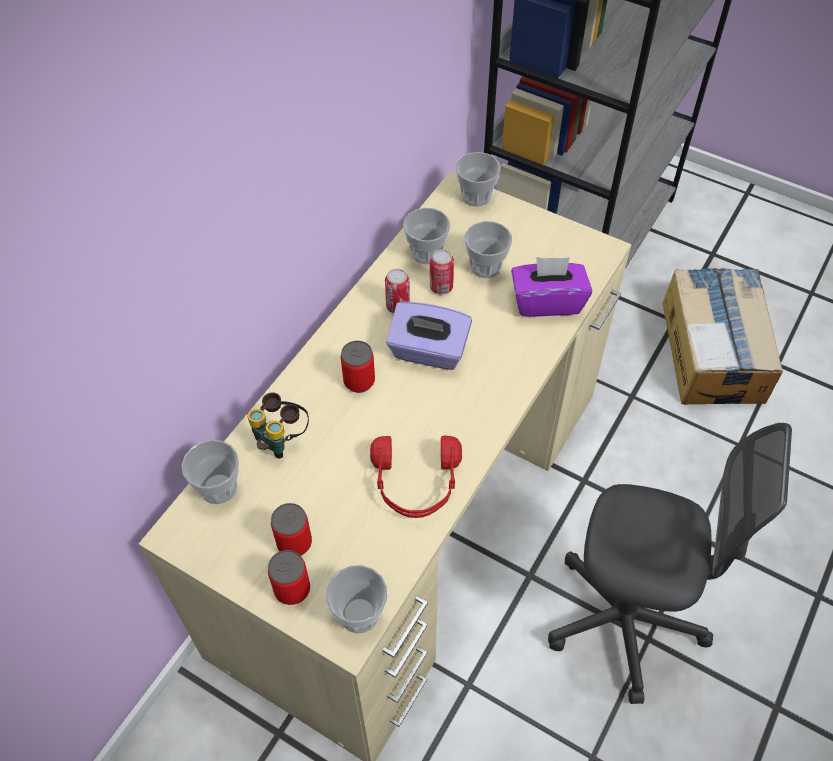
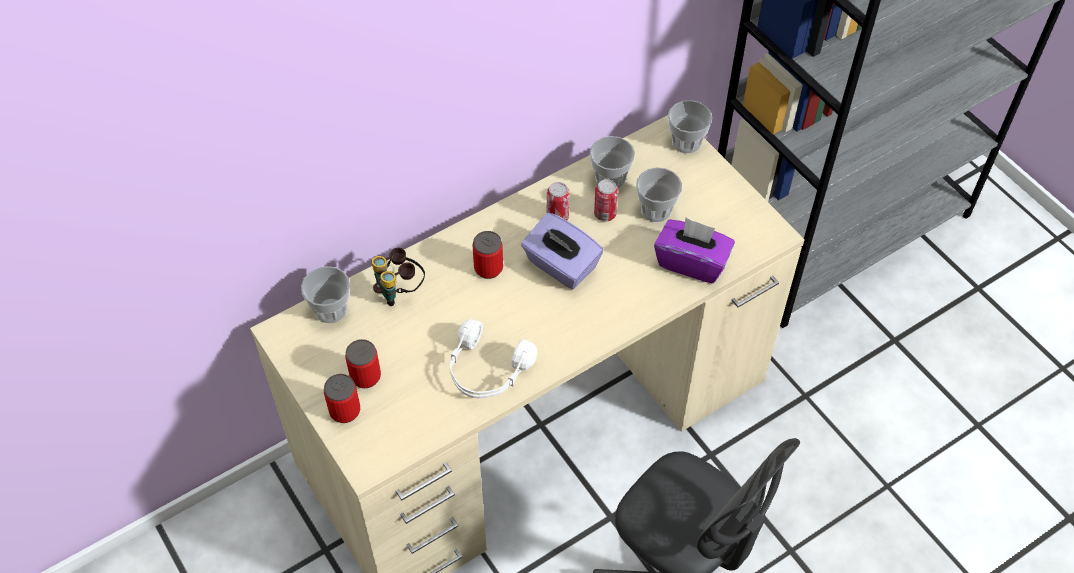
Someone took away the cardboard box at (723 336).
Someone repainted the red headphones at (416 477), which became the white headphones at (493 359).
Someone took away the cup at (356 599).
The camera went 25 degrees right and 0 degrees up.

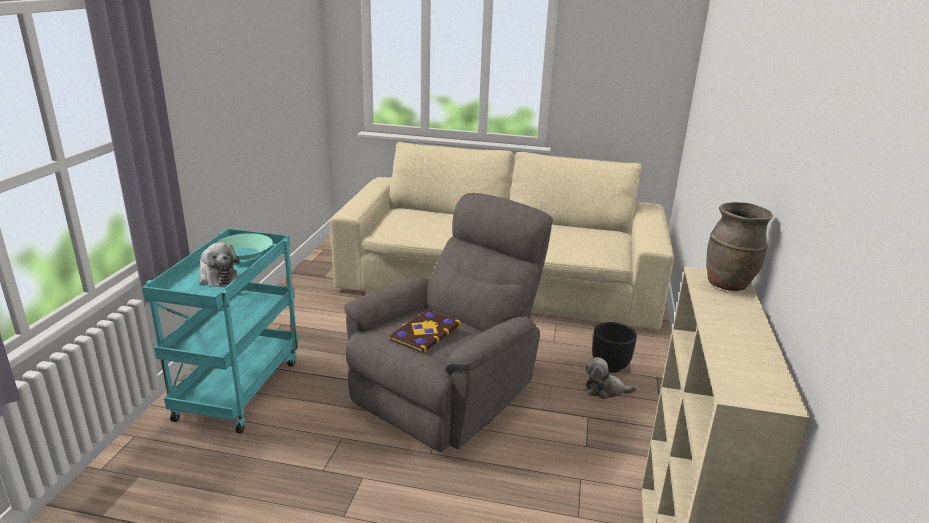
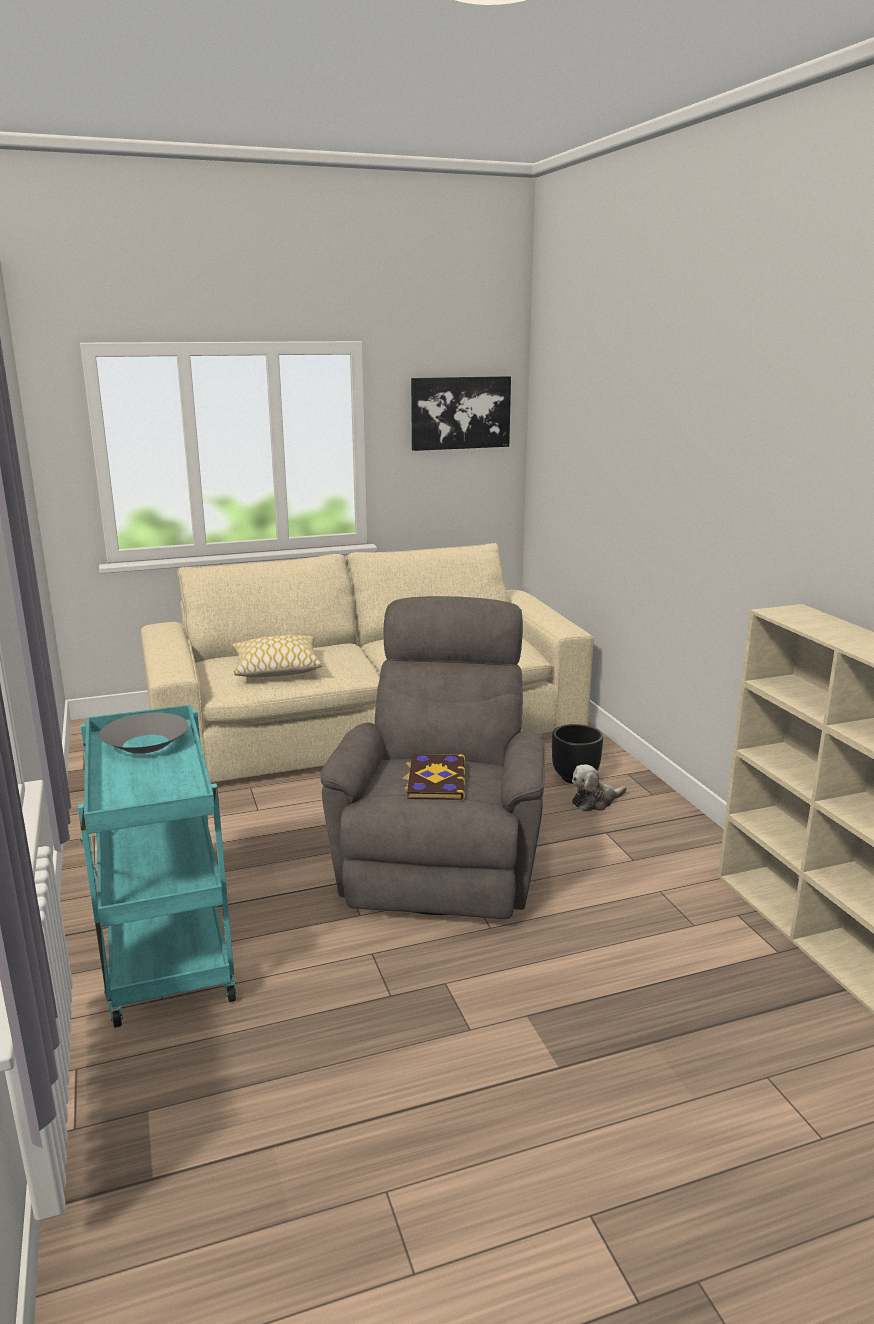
Someone took away the brown vase at (739 246).
Someone repainted the turquoise bowl at (244 246), which became the grey bowl at (143 733).
Someone took away the plush toy at (219 264).
Someone put up the picture at (461 413).
Someone put down the pillow at (277 656).
The camera went 30 degrees left and 5 degrees down.

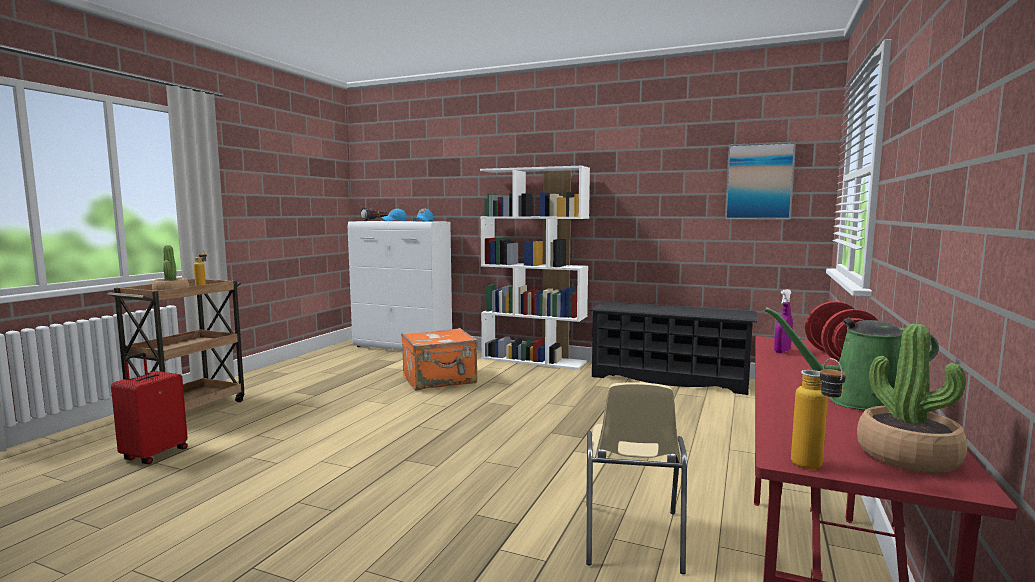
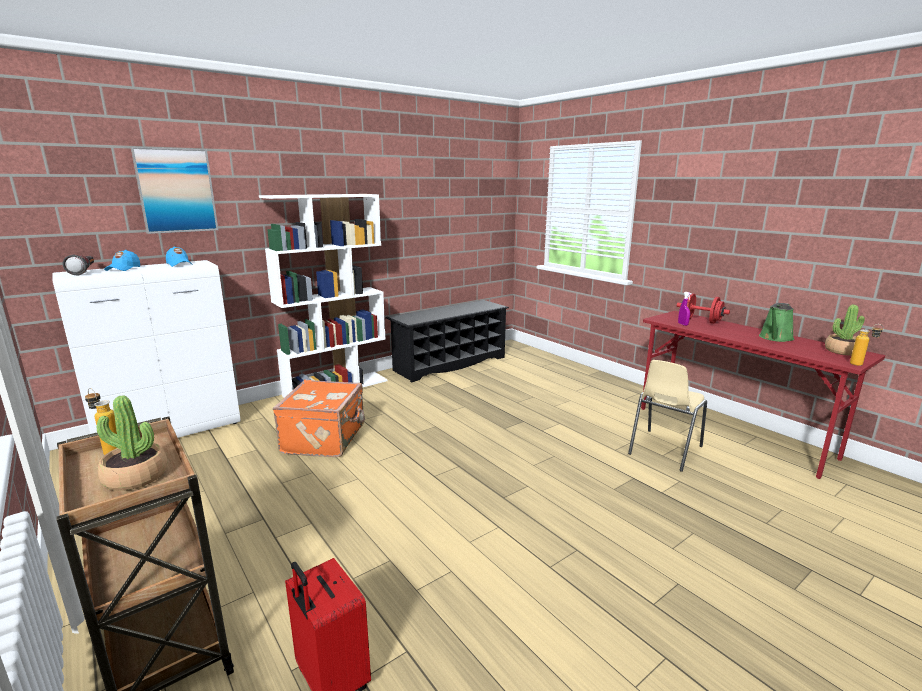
Someone carried the picture from (760 181) to (174 190).
Someone rotated the beige chair at (636 478) by 90 degrees clockwise.
The camera went 60 degrees left and 10 degrees up.

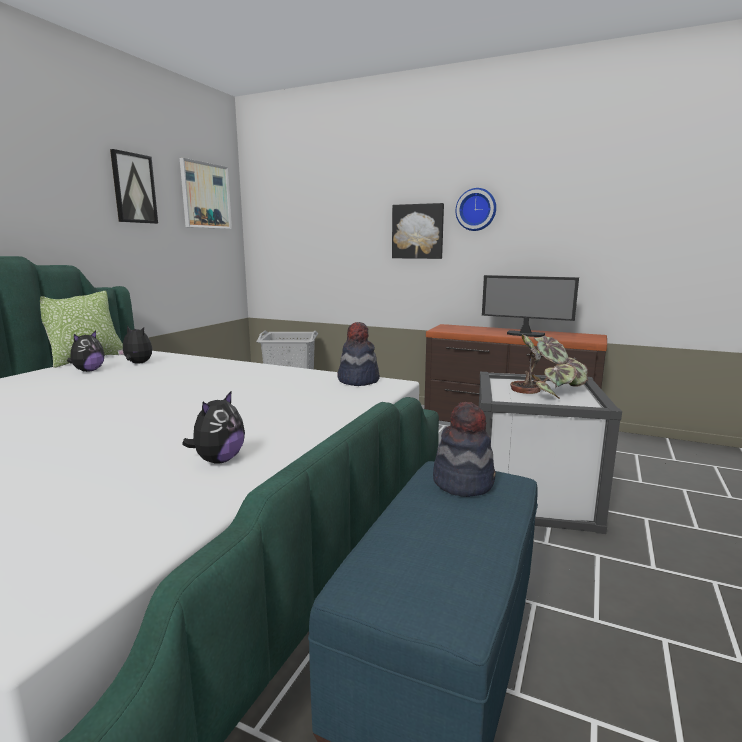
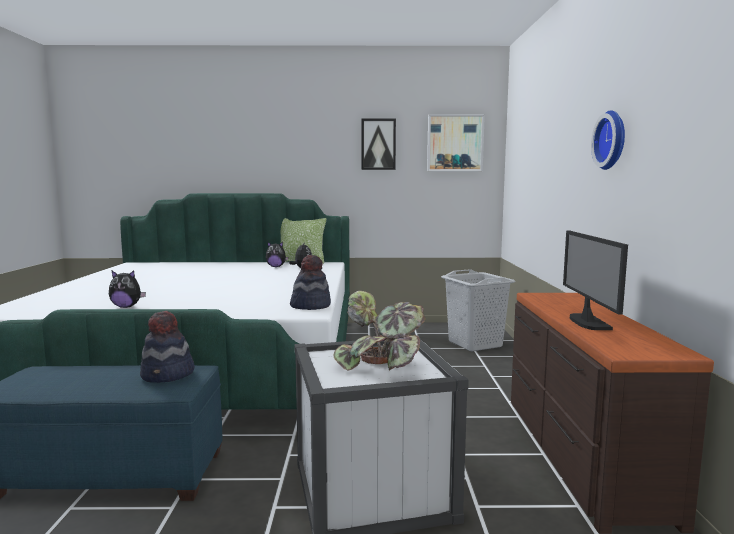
Someone took away the picture at (418 231).
The camera went 65 degrees right and 5 degrees down.

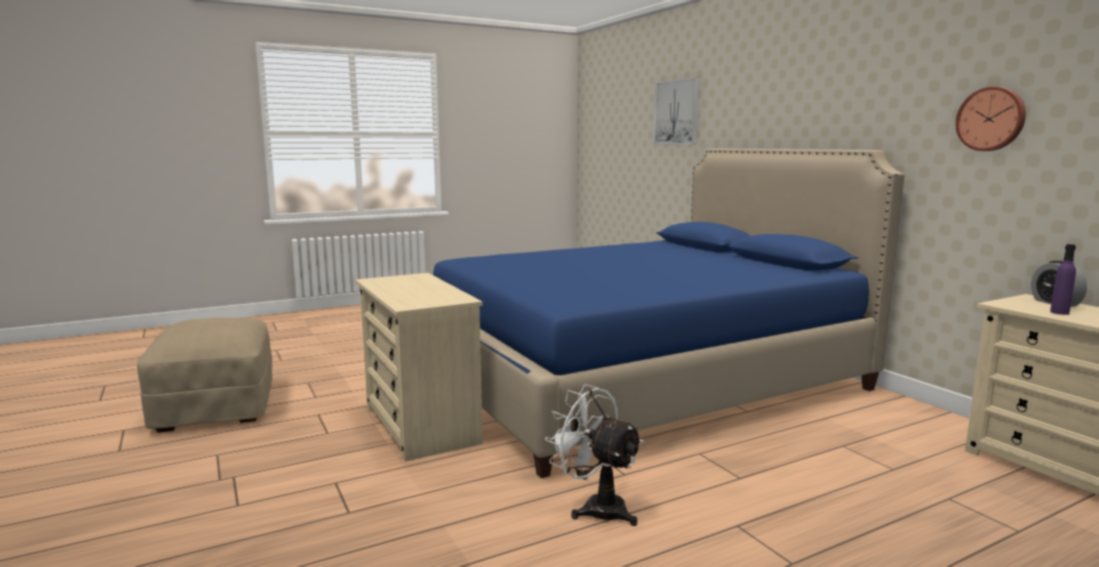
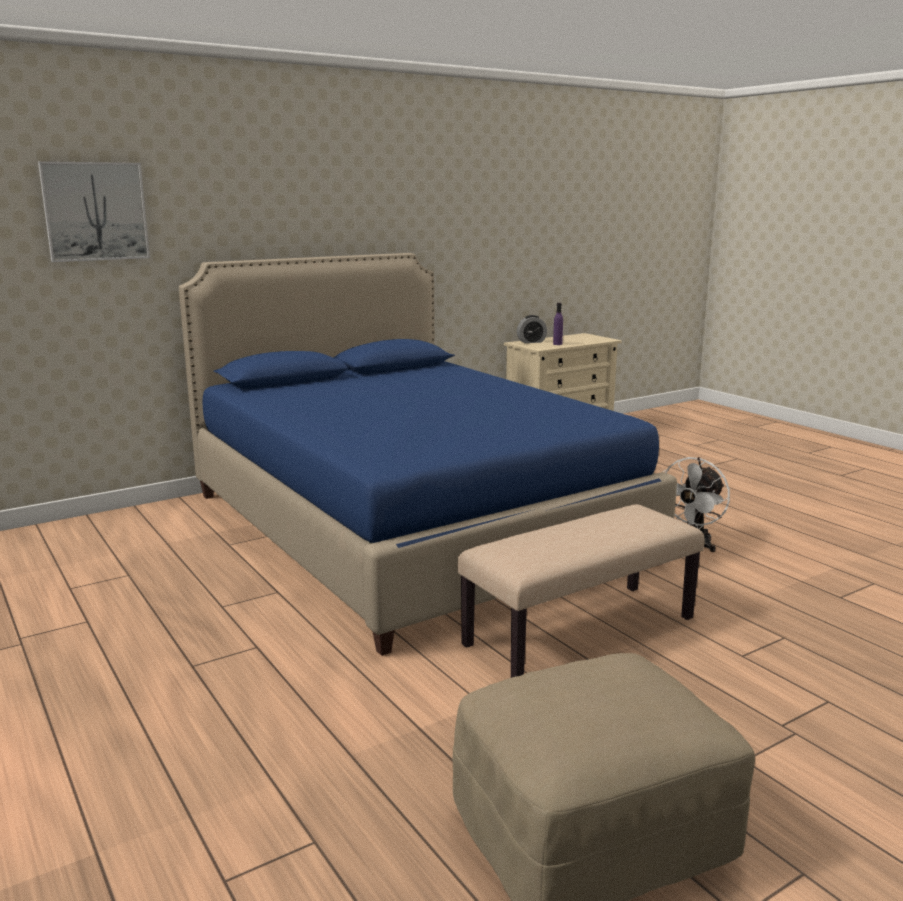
Someone took away the wall clock at (991 119).
Someone swapped the beige dresser at (419 367) for the beige bench at (580 591).
The camera went 95 degrees left and 5 degrees up.

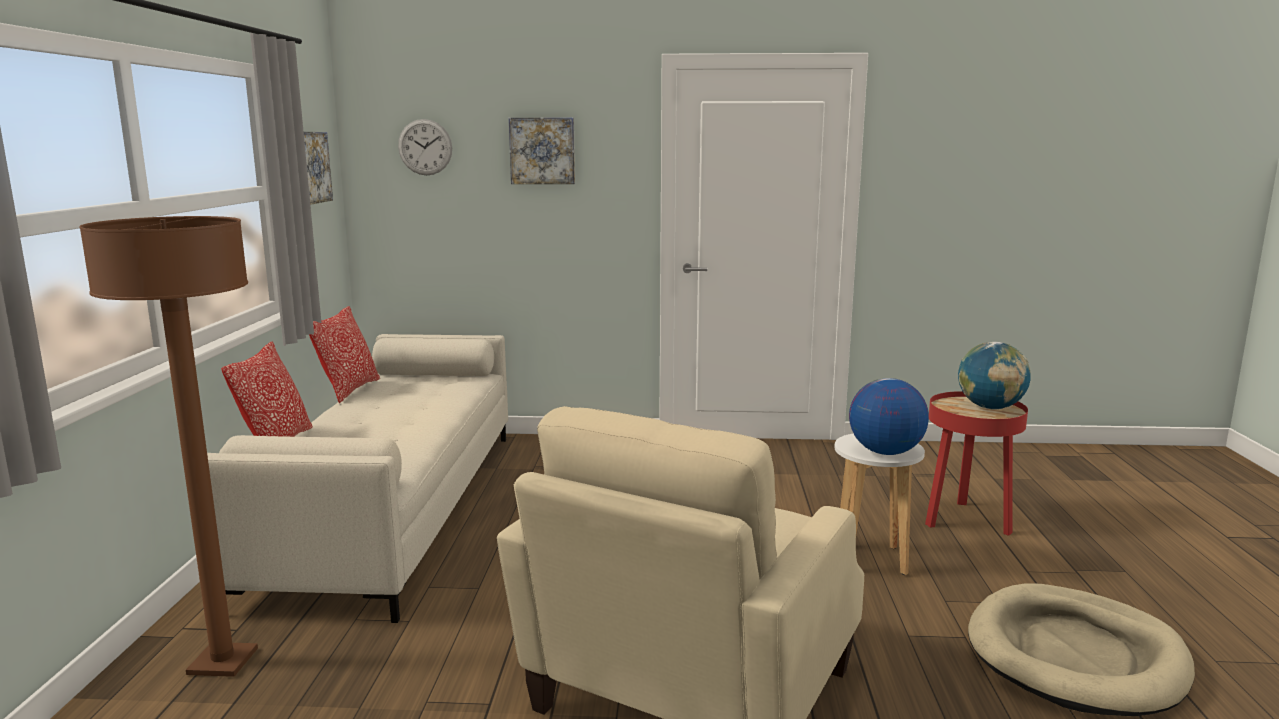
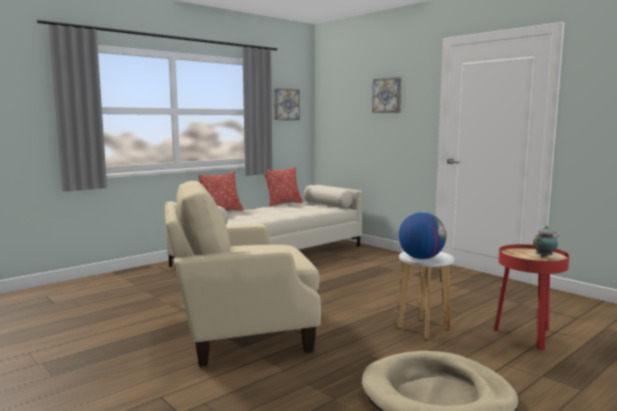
Someone took away the wall clock at (425 147).
Someone took away the brown floor lamp at (168 446).
Someone swapped the globe at (994 376) for the teapot at (546 241).
The camera went 45 degrees right and 5 degrees down.

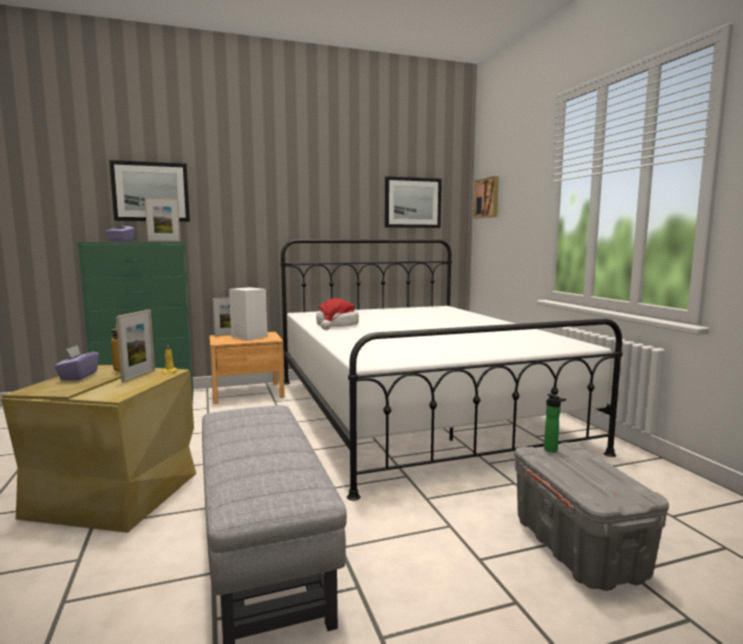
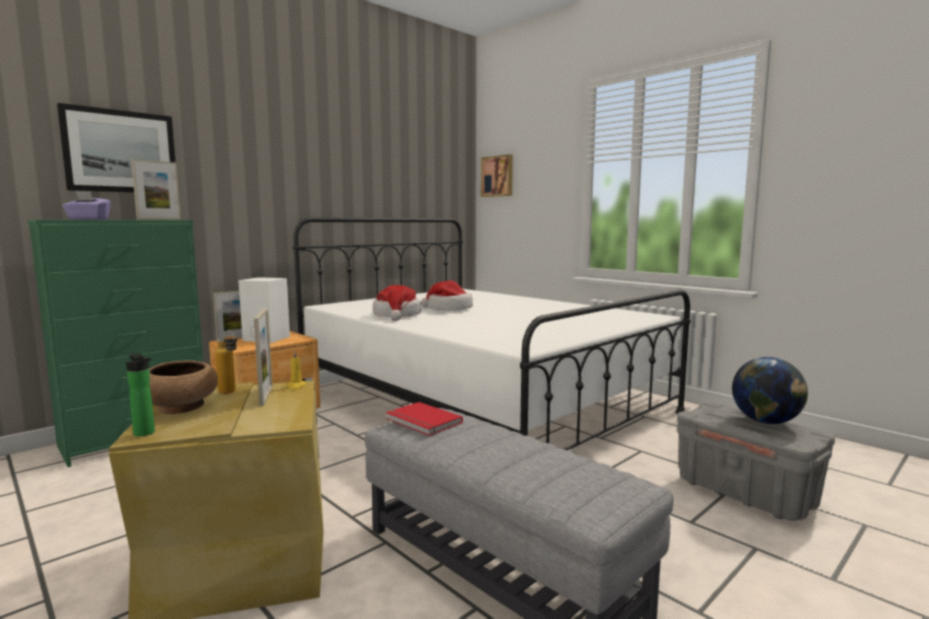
Someone took away the picture at (413 202).
Someone swapped the purple tissue box at (76 362) for the brown bowl at (183 387).
Someone carried the bottle from (555 423) to (140 394).
Someone put down the hat at (447 296).
Someone put down the globe at (770 390).
Someone put down the red book at (424 419).
The camera went 25 degrees left and 0 degrees up.

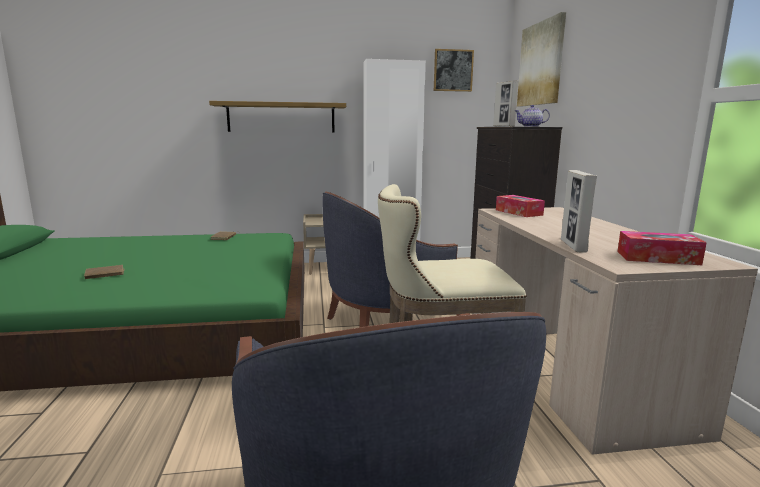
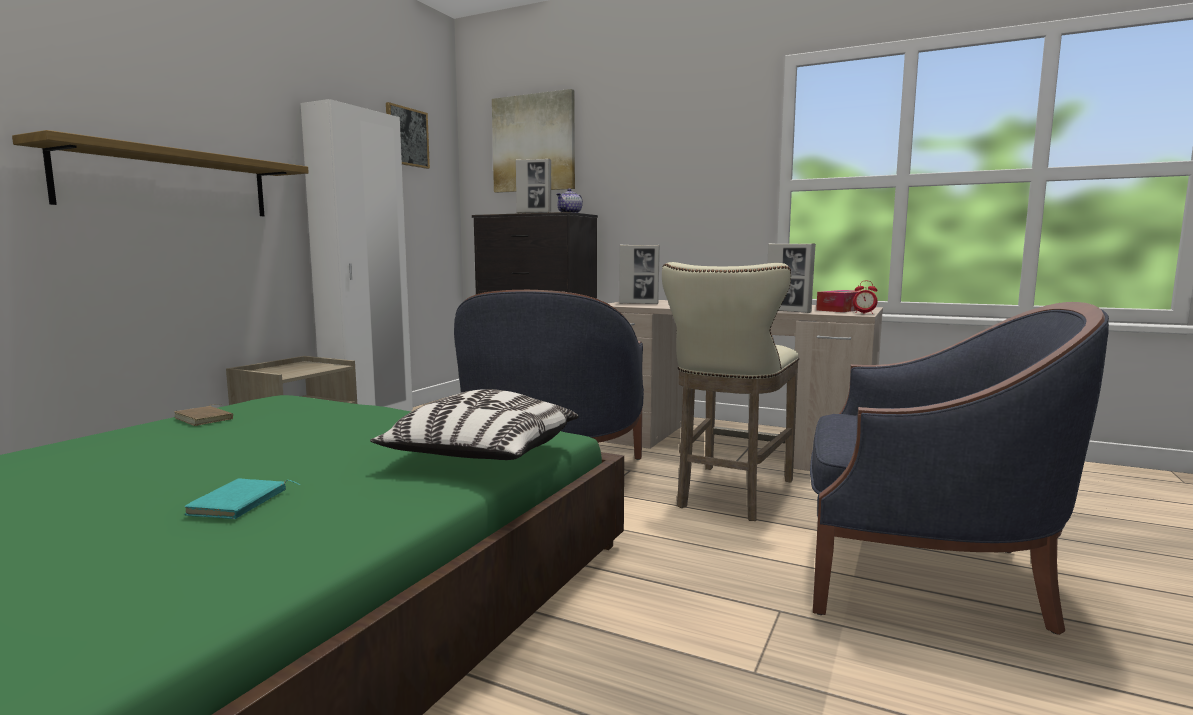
Someone swapped the tissue box at (520 206) for the picture frame at (639 274).
Someone repainted the brown book at (104 272), which became the turquoise book at (243 499).
Someone put down the alarm clock at (865 297).
Someone put down the pillow at (474 424).
The camera went 55 degrees left and 5 degrees down.

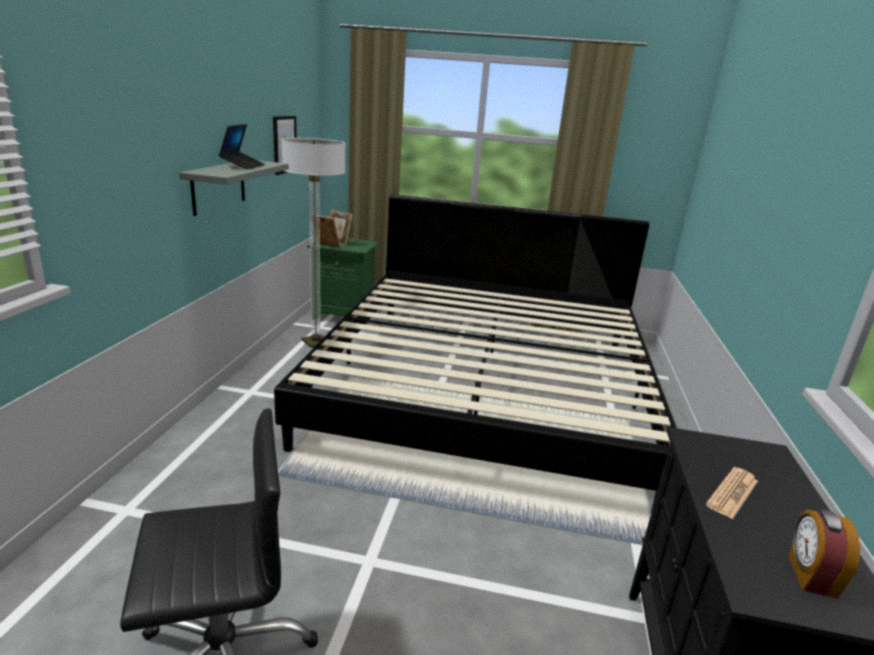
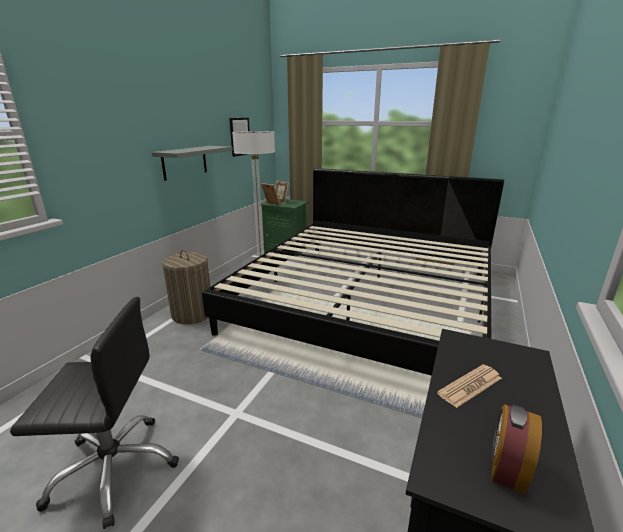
Someone took away the laptop at (242 147).
Someone put down the laundry basket at (186 287).
The camera went 15 degrees right and 0 degrees up.

